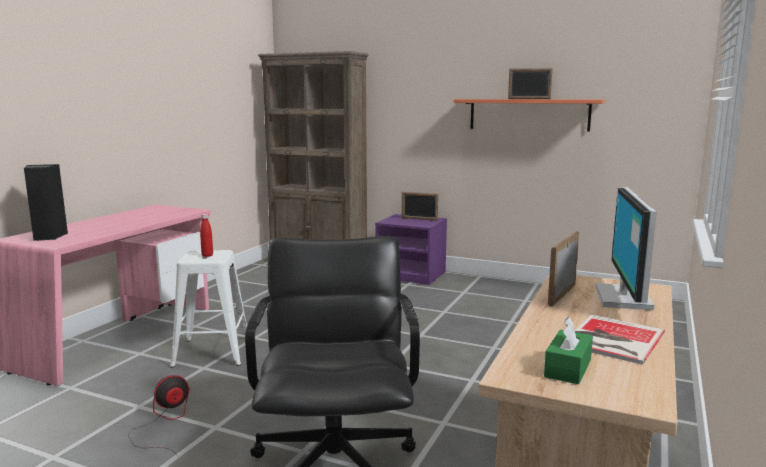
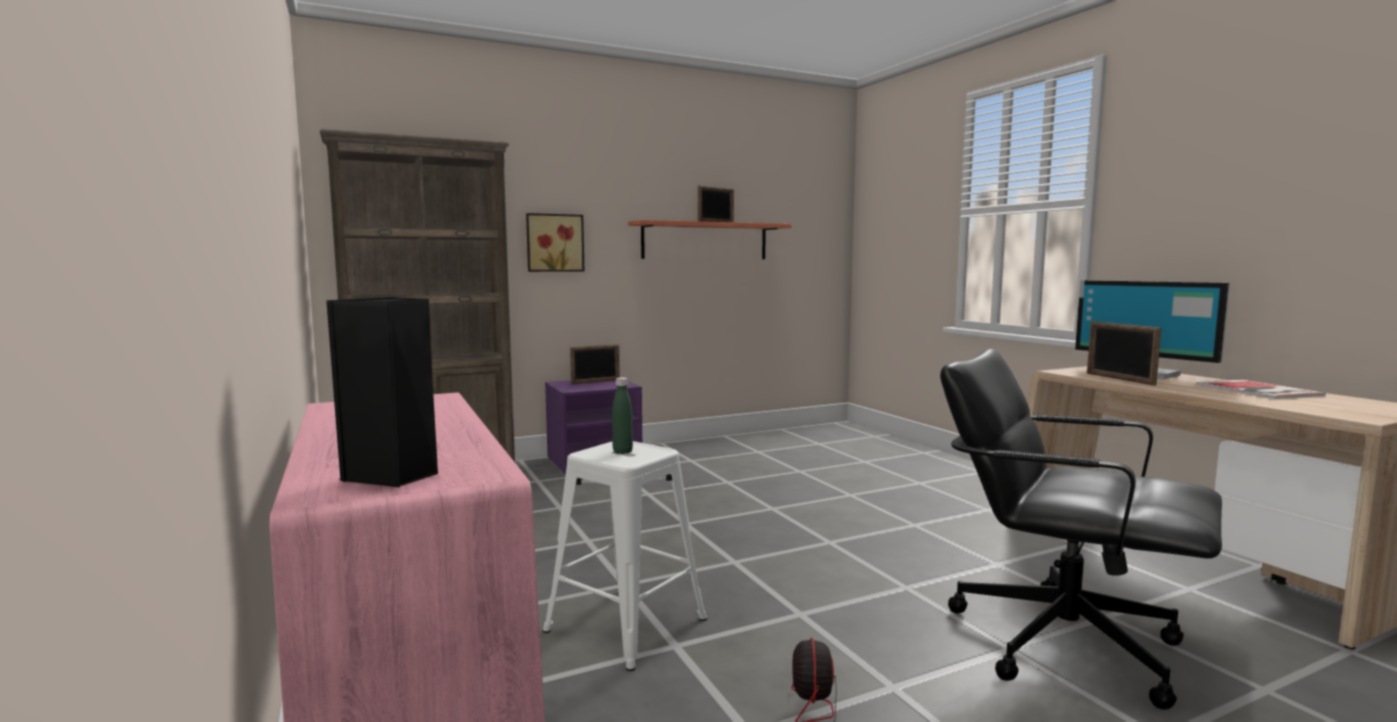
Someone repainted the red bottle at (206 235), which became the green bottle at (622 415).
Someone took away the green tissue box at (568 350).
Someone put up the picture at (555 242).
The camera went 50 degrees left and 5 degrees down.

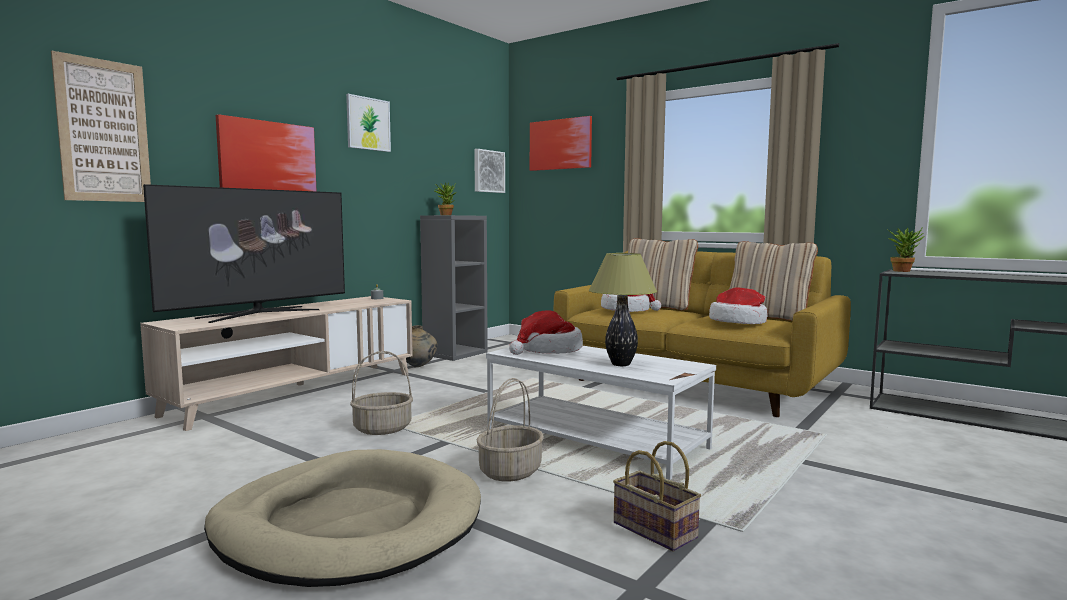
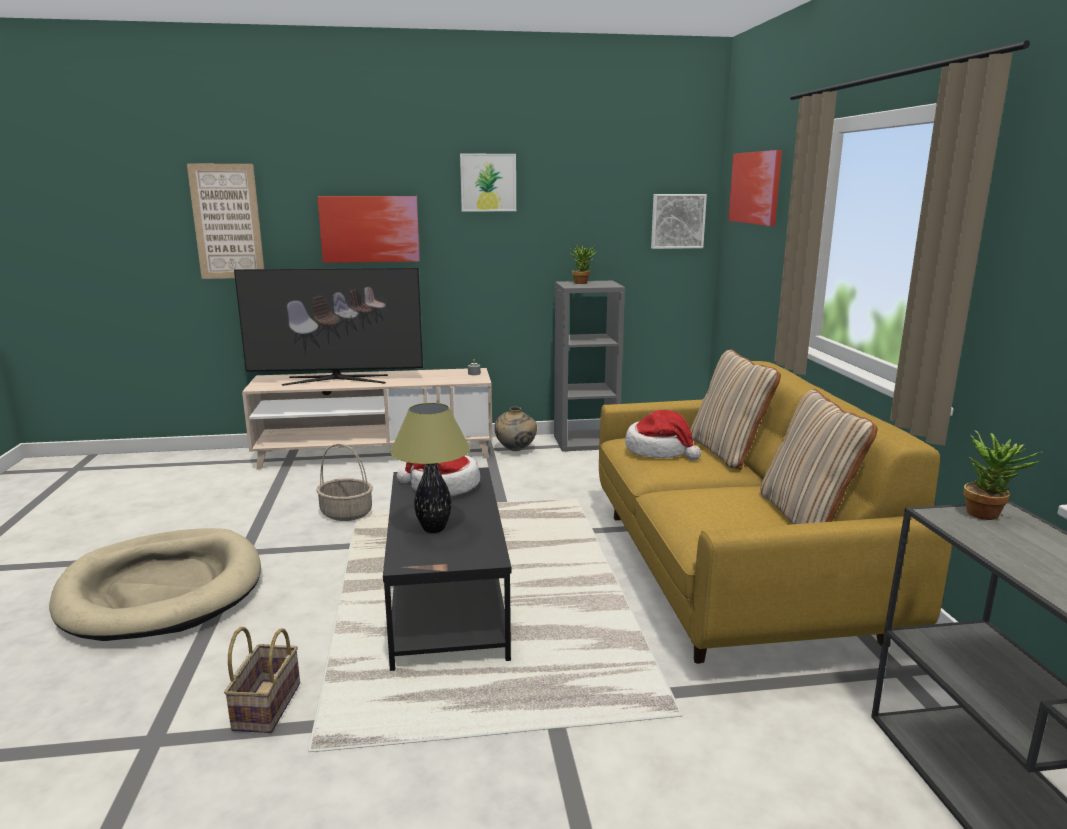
Someone took away the hat at (738 305).
Someone repainted the white coffee table at (601 413), which became the black coffee table at (447 569).
Someone took away the basket at (510 430).
The camera went 45 degrees right and 10 degrees up.

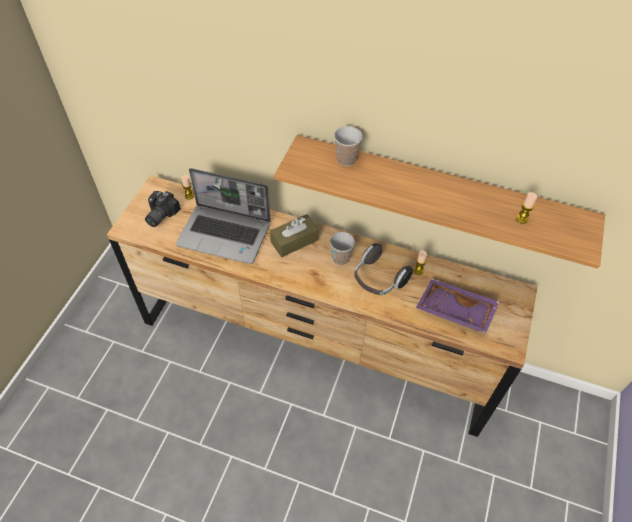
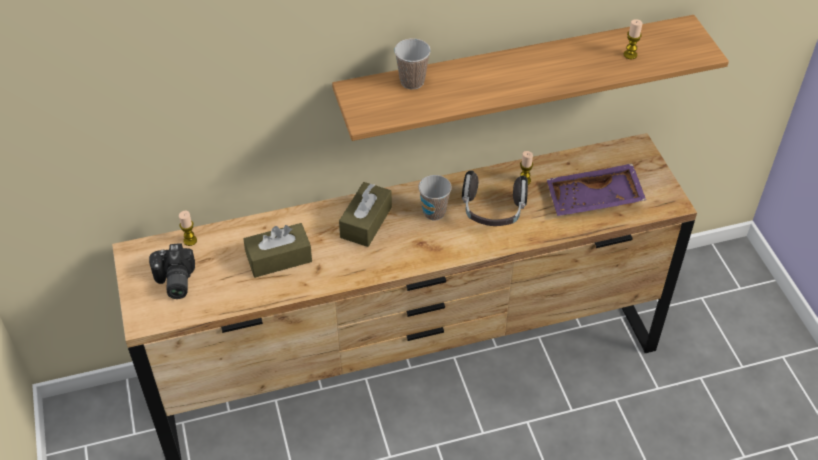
Someone swapped the laptop at (223 216) for the brown tissue box at (278 250).
The camera went 35 degrees left and 5 degrees down.

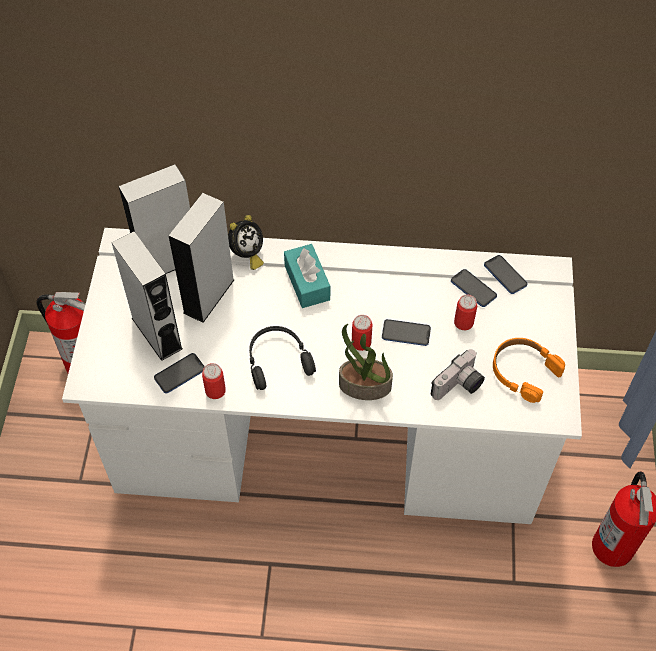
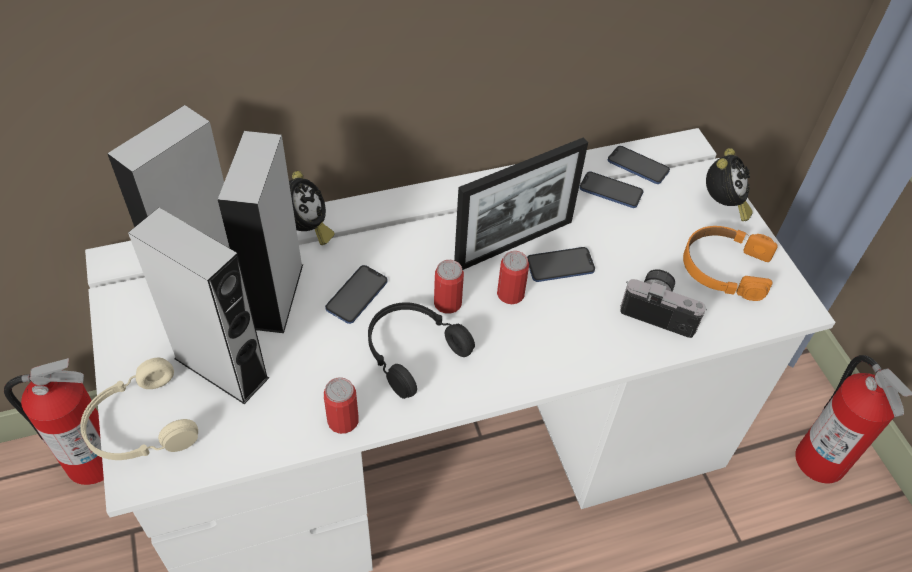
Someone took away the turquoise tissue box at (307 276).
Someone carried the can from (465 312) to (449 287).
Someone took away the potted plant at (366 362).
Someone rotated the photo camera at (458 374) by 90 degrees counterclockwise.
Someone carried the phone from (179 373) to (356 294).
Someone put down the picture frame at (521 204).
Someone put down the alarm clock at (729 184).
Someone put down the beige headphones at (139 409).
The camera went 25 degrees left and 5 degrees down.

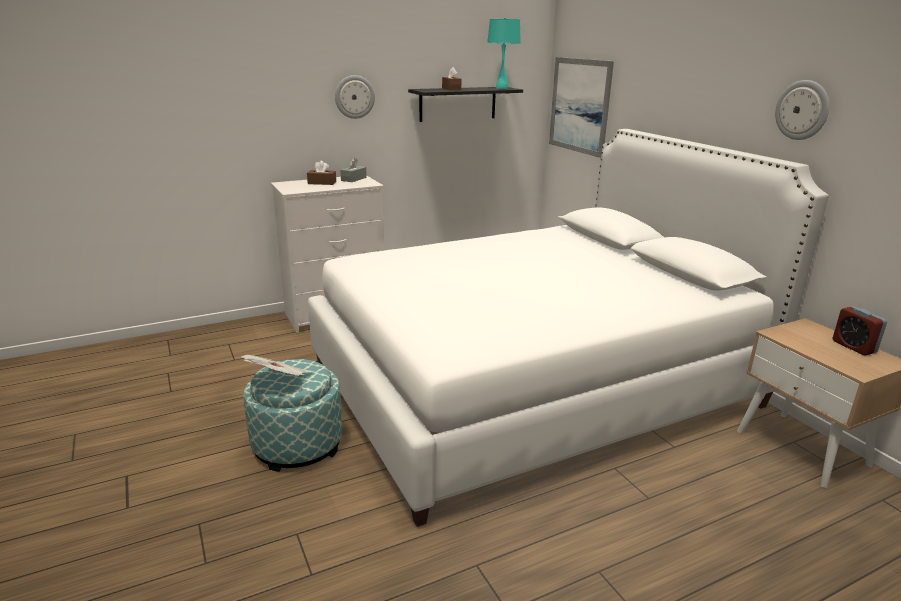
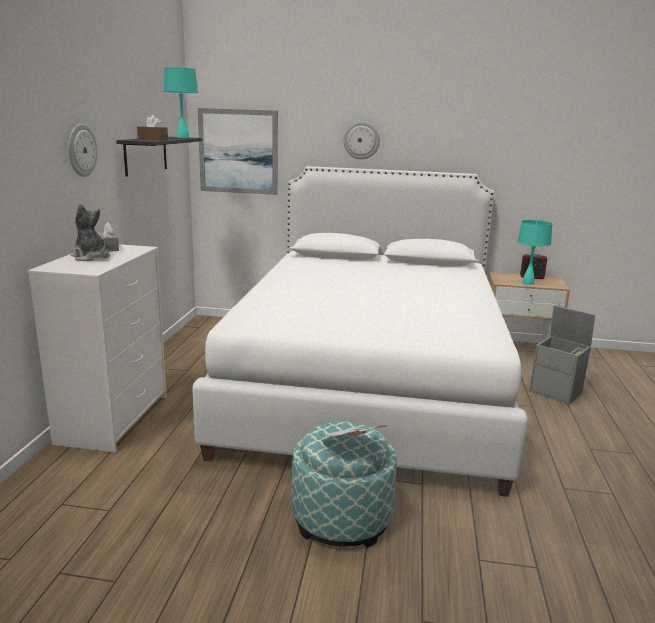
Someone carried the wall clock from (802 110) to (361 140).
Someone swapped the brown tissue box at (321 173) for the plush toy at (90 232).
Someone put down the turquoise table lamp at (535 252).
Someone put down the grey storage box at (562 355).
The camera went 55 degrees left and 5 degrees down.

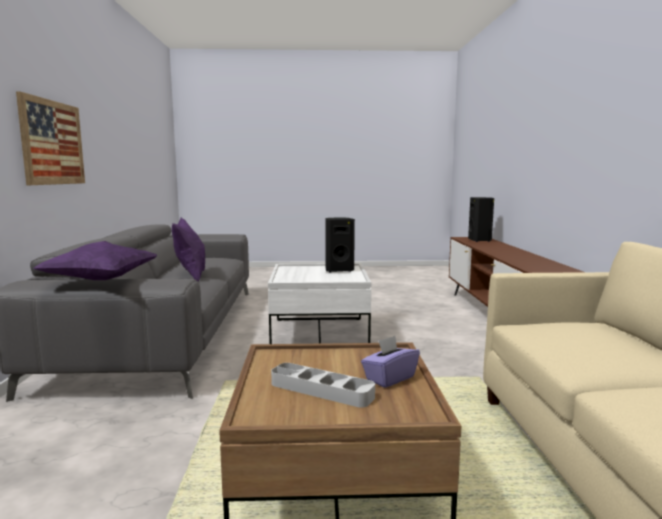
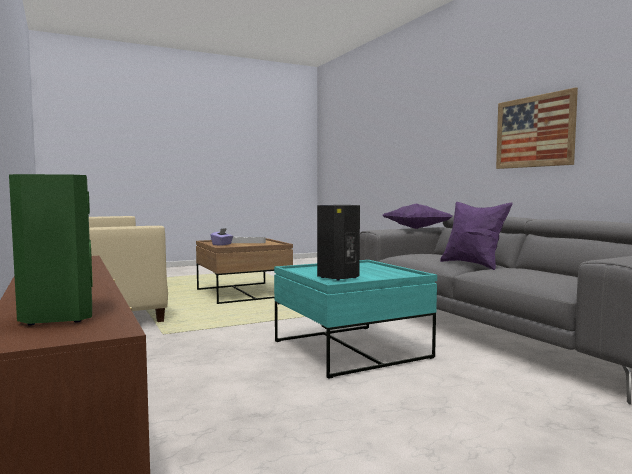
Someone repainted the black speaker at (481 219), which became the green speaker at (51 249).
Someone repainted the white coffee table at (319 303), which became the turquoise coffee table at (355 319).
The camera went 155 degrees right and 5 degrees down.

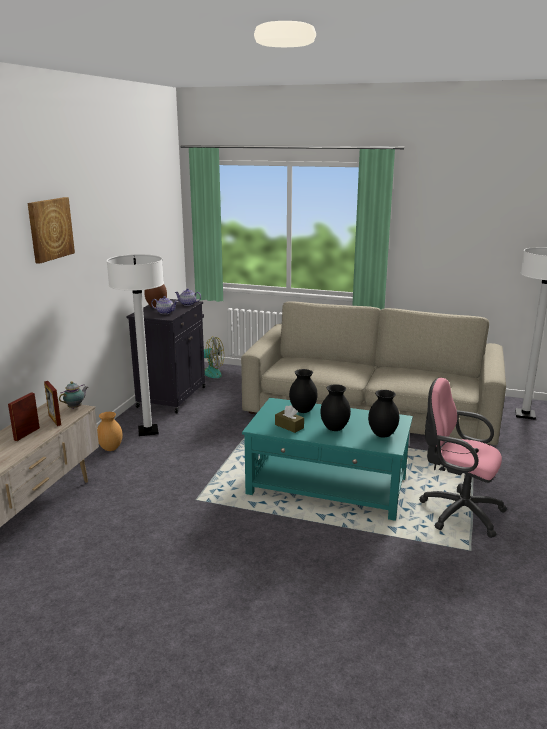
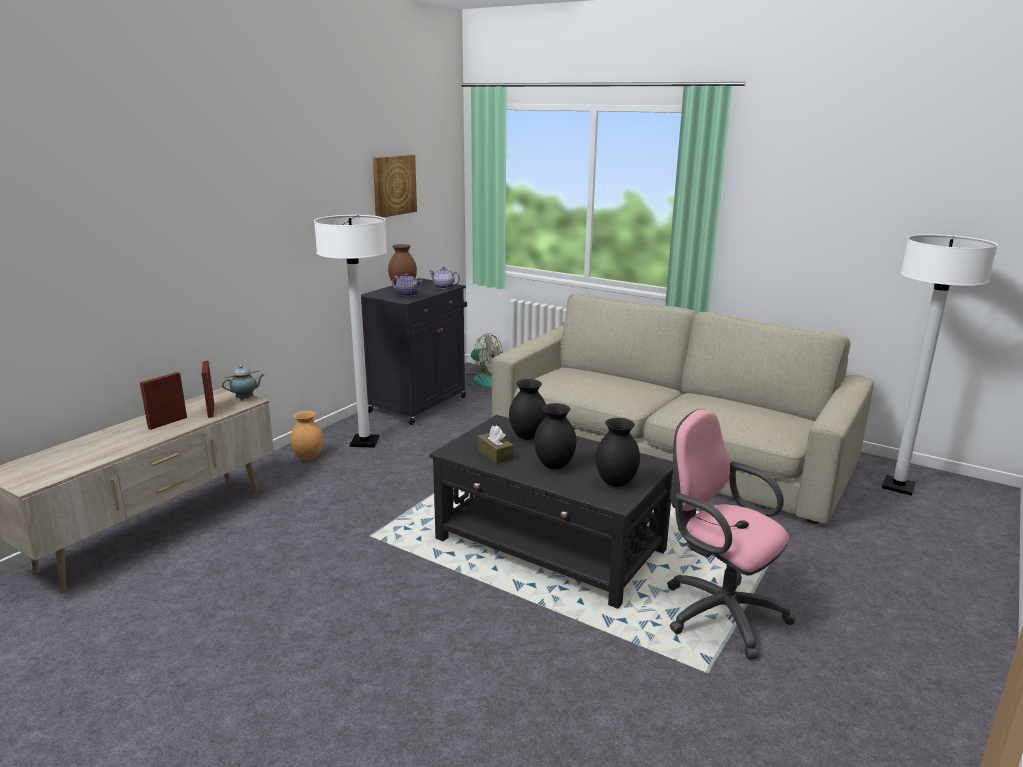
Someone carried the picture from (51 230) to (395 185).
Someone repainted the turquoise coffee table at (327 459), which became the black coffee table at (551 512).
The camera went 15 degrees right and 0 degrees up.

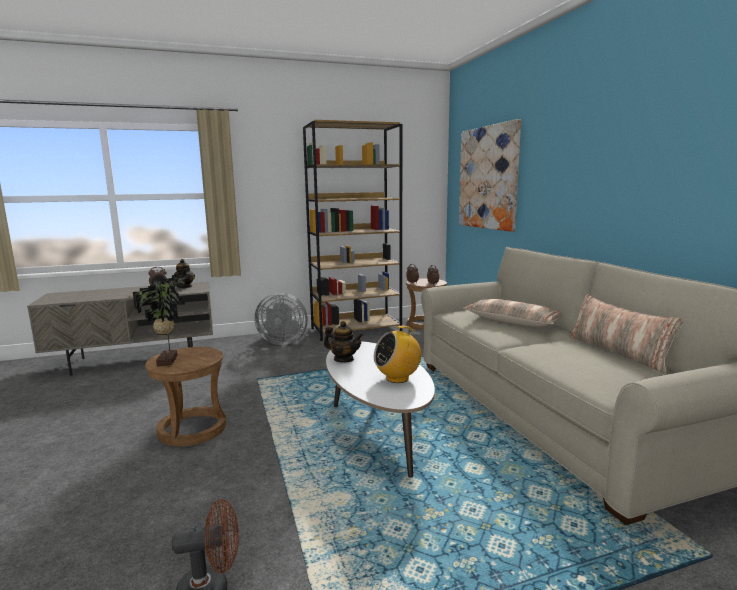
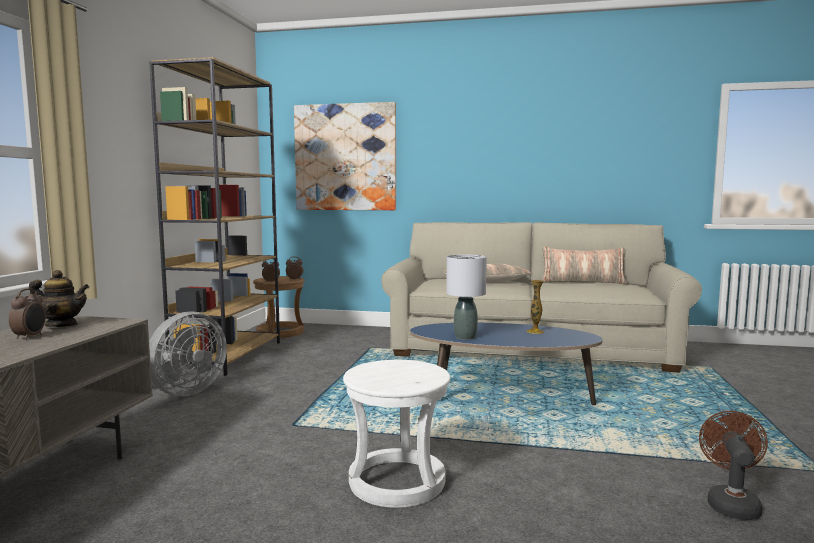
Someone took away the potted plant at (162 319).
Someone swapped the teapot at (343 342) for the grey table lamp at (466 297).
Someone swapped the radio at (397 354) for the vase at (536 307).
Someone repainted the white coffee table at (380 409), which became the blue coffee table at (506 364).
Someone repainted the brown stool at (185 396), which became the white stool at (396 434).
The camera went 60 degrees left and 5 degrees down.

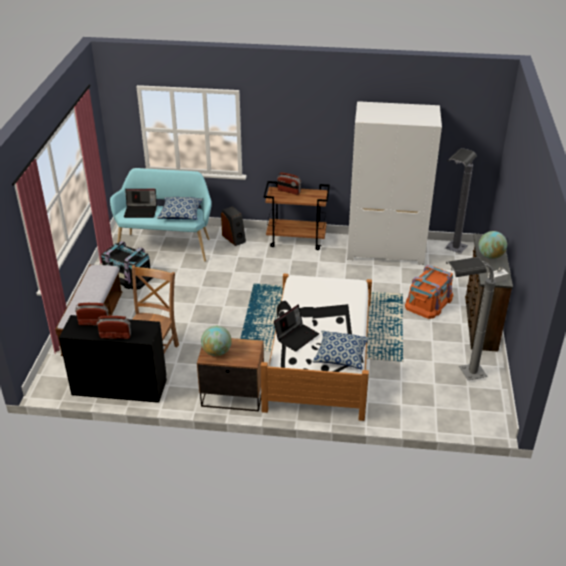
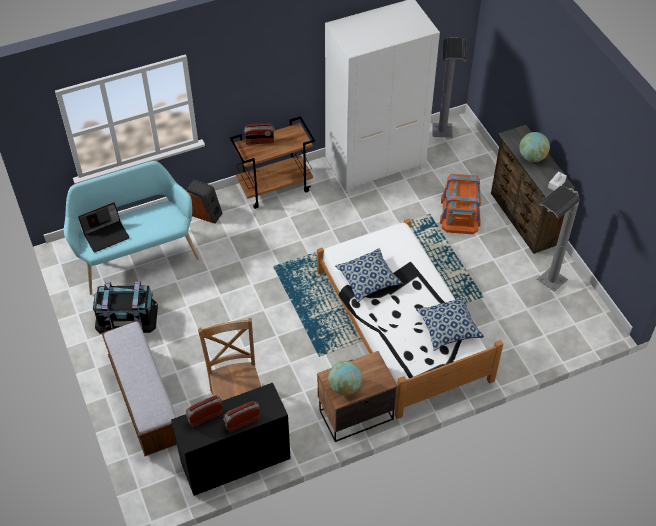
Someone carried the pillow from (180 208) to (369 275).
Someone took away the laptop at (296 328).
The camera went 30 degrees left and 15 degrees up.

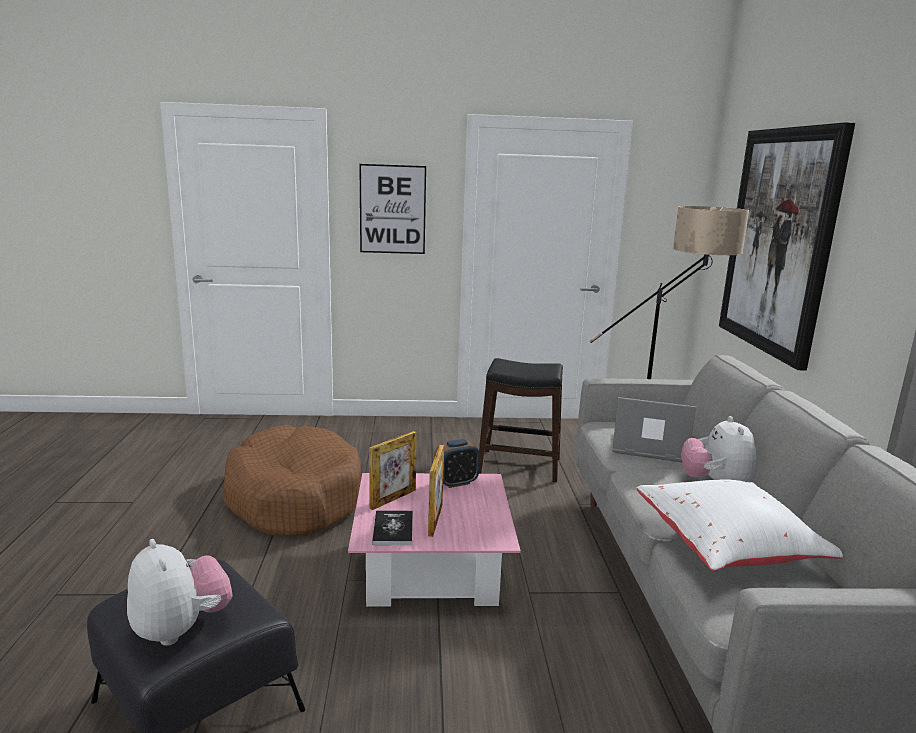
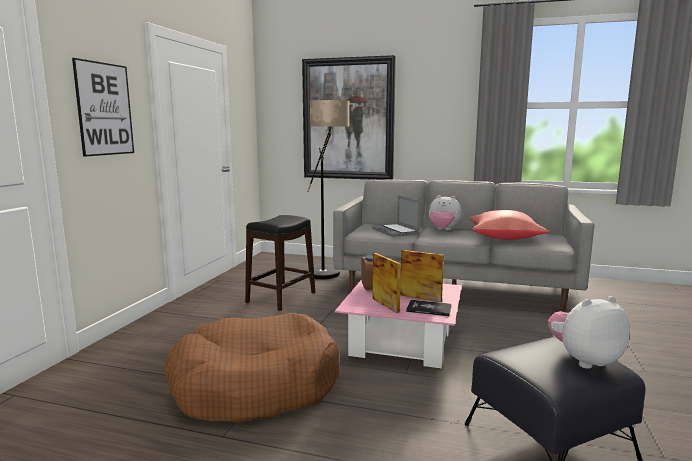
Someone rotated the laptop at (654 430) by 60 degrees counterclockwise.
Someone repainted the white pillow at (739 525), which became the red pillow at (509 225).
The camera went 70 degrees left and 5 degrees down.

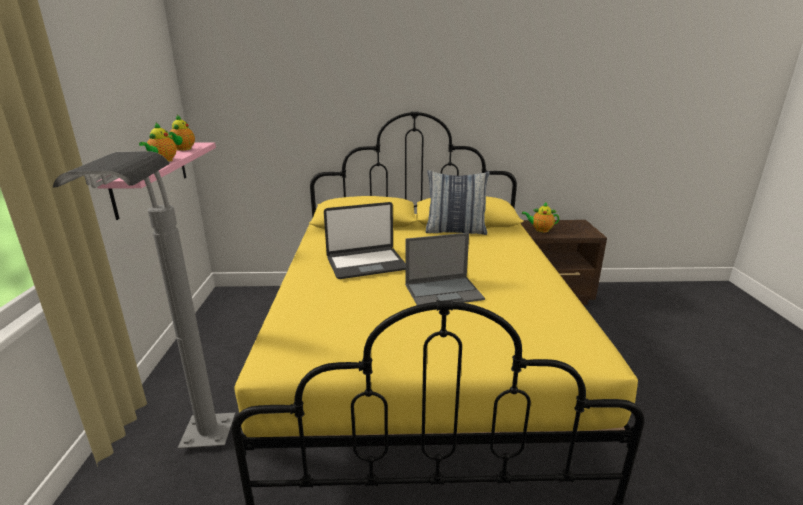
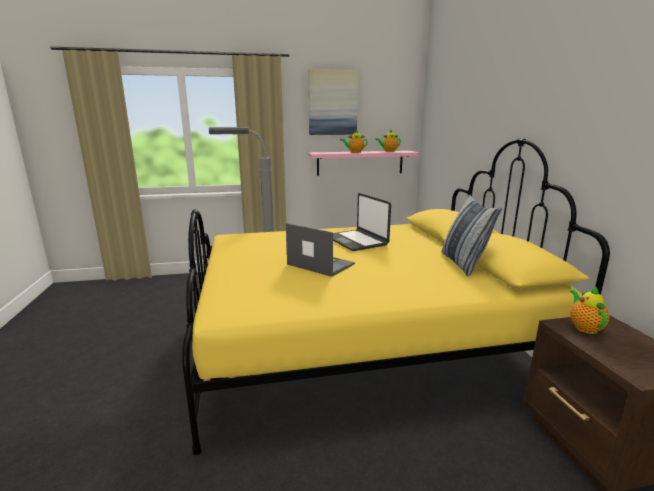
Someone rotated the laptop at (445 269) by 150 degrees clockwise.
Someone put up the picture at (333 102).
The camera went 80 degrees right and 5 degrees down.

